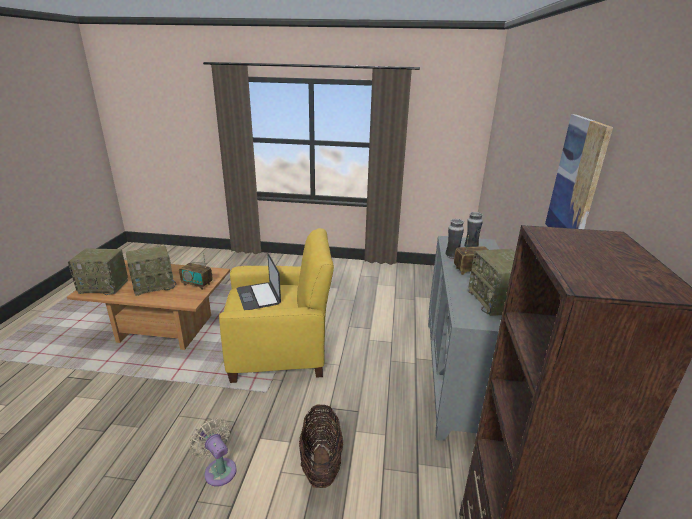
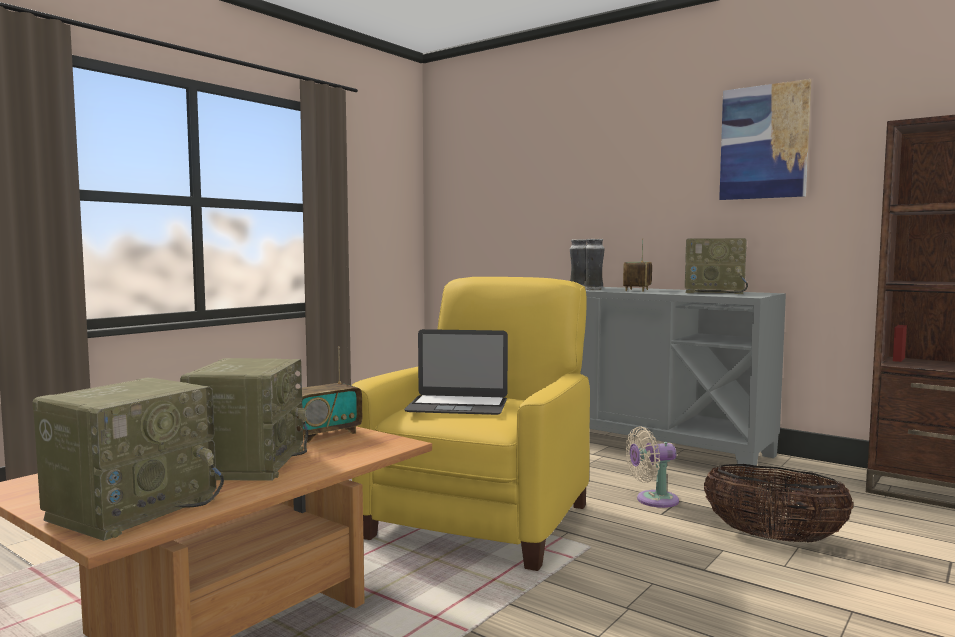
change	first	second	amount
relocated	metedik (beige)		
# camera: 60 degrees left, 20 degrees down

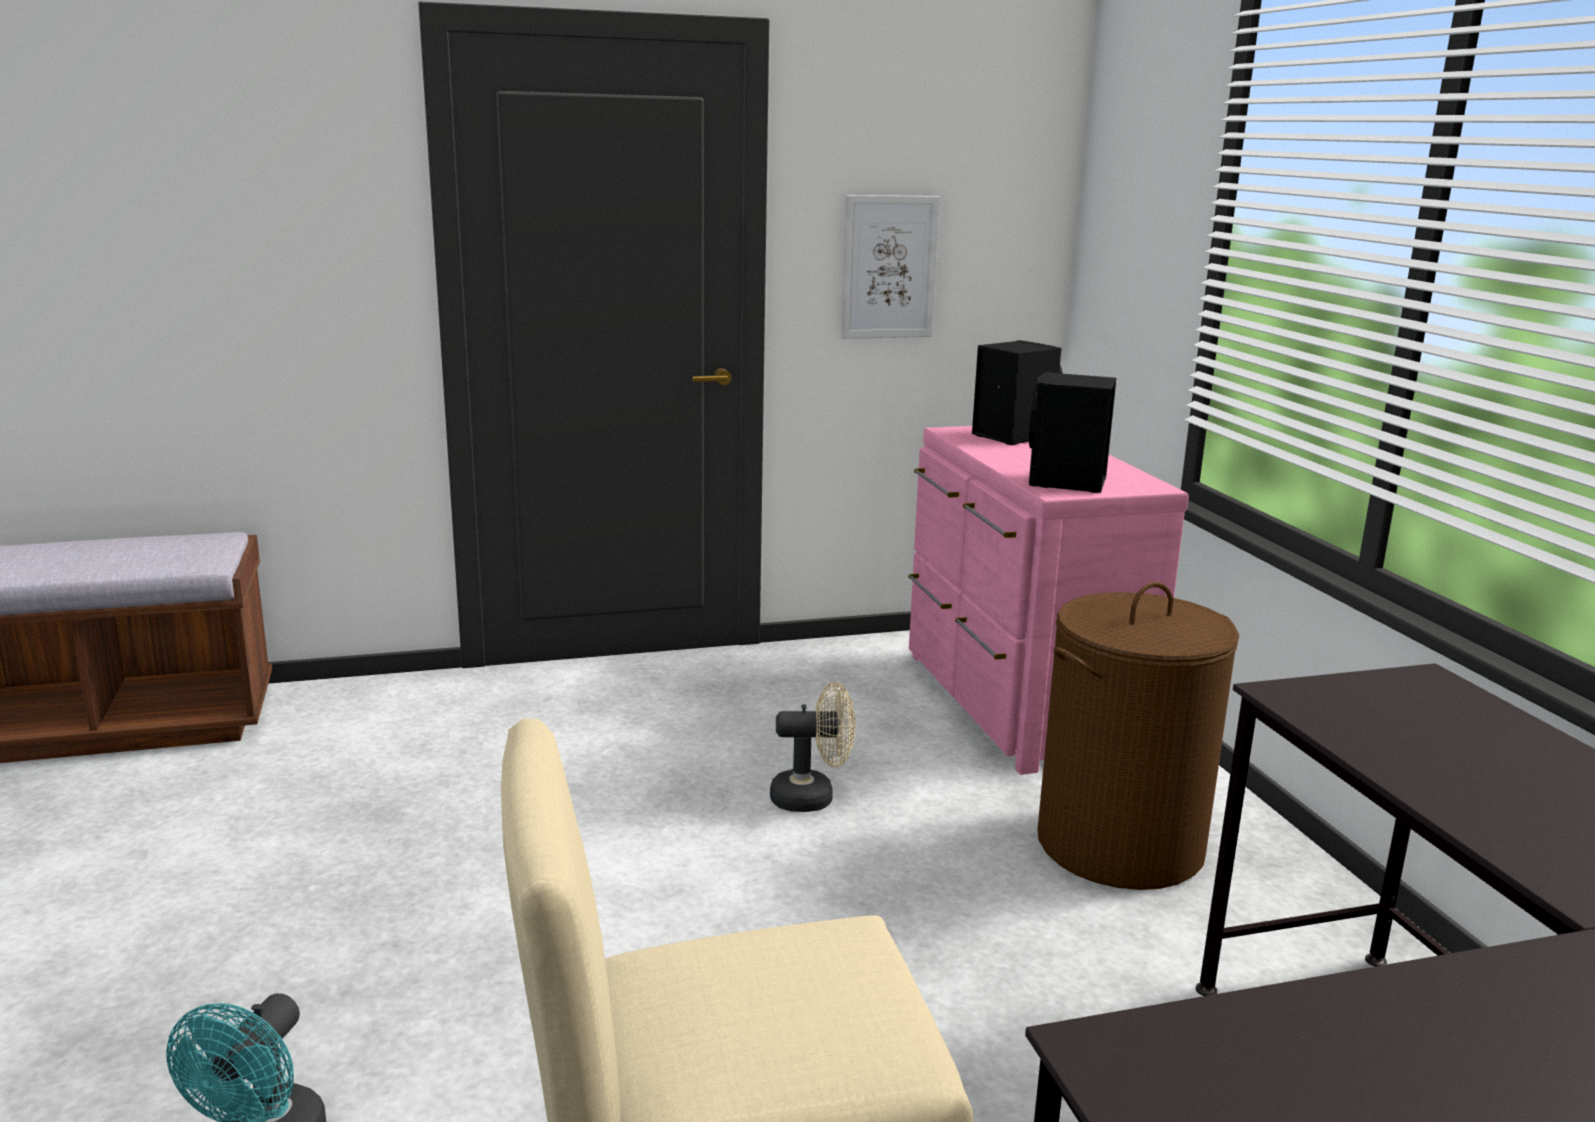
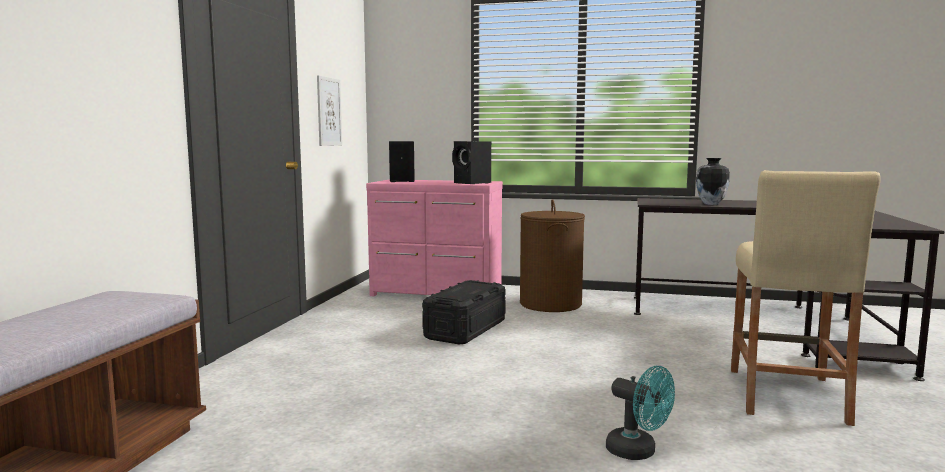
change	first	second	amount
exchanged	metedik (beige)	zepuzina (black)	
appeared		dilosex	
# camera: 60 degrees left, 10 degrees down

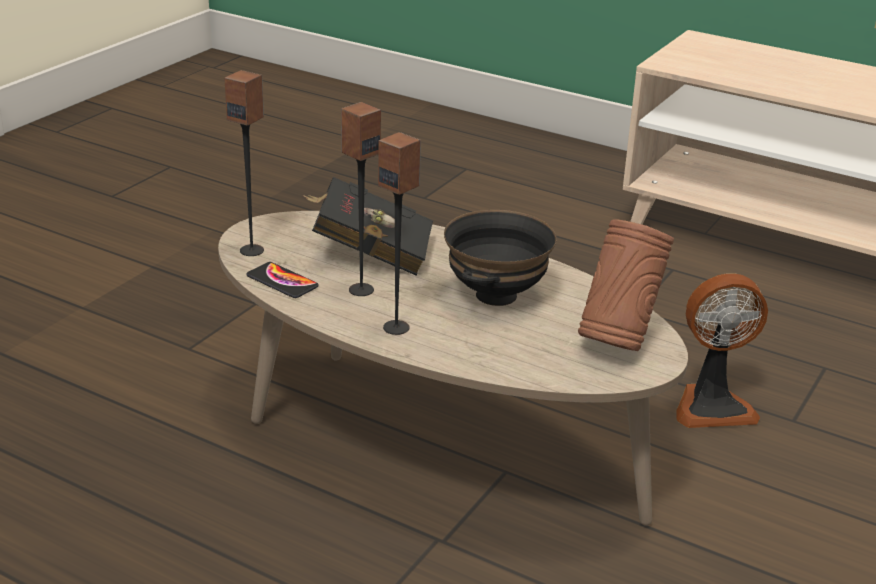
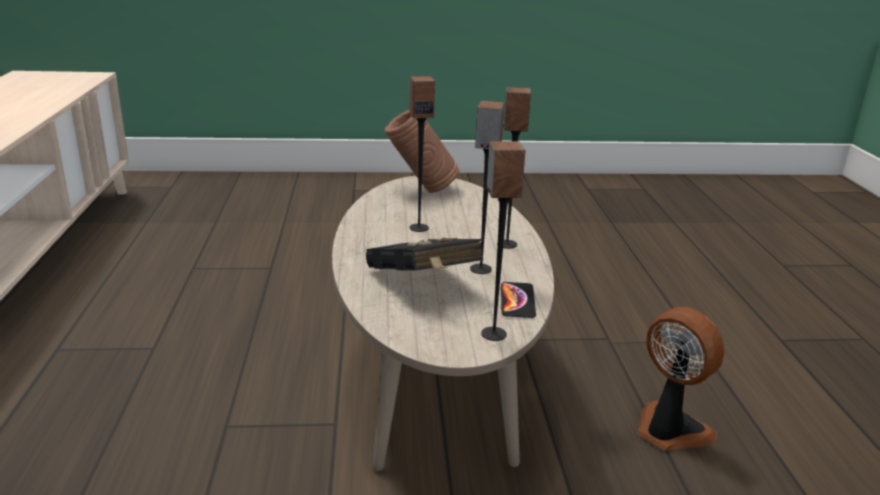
change	first	second	amount
exchanged	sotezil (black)	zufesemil (no. 1 from left)	
relocated	metedik		
# camera: 125 degrees left, 5 degrees down

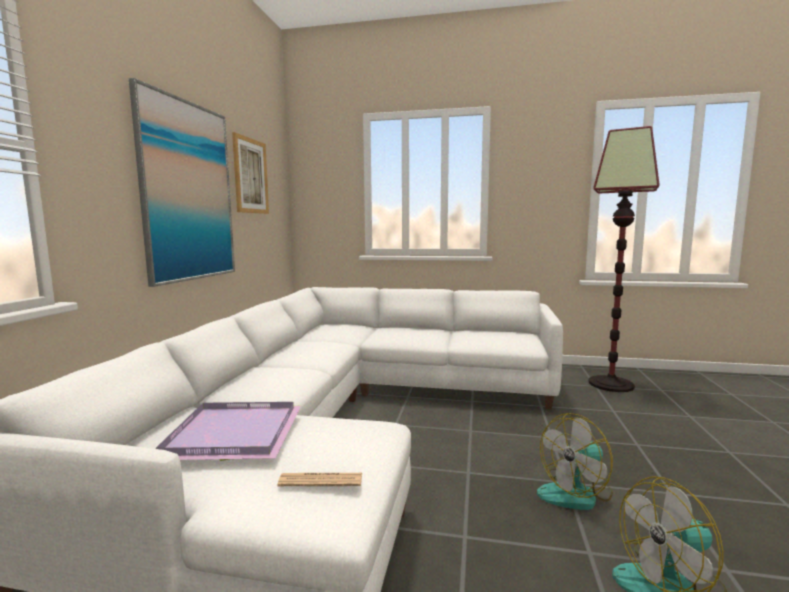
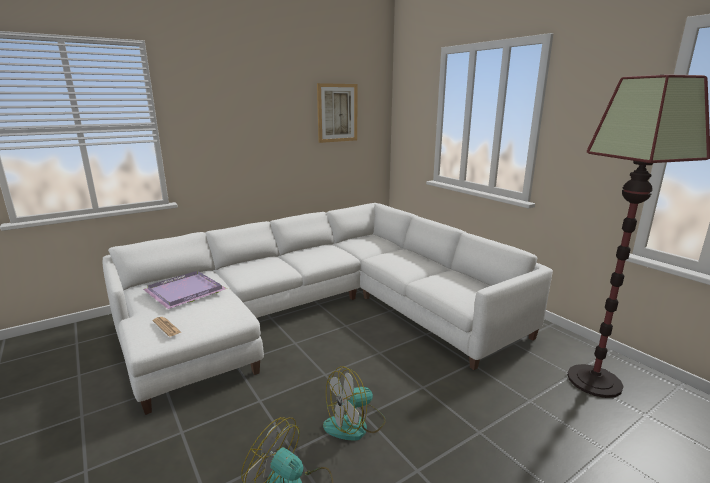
change	first	second	amount
missing	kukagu (no. 1 from left)		
spun	metedik (no. 1 from left in the first image)	metedik (no. 2 from left)	45 degrees counterclockwise
# camera: 45 degrees right, 10 degrees up

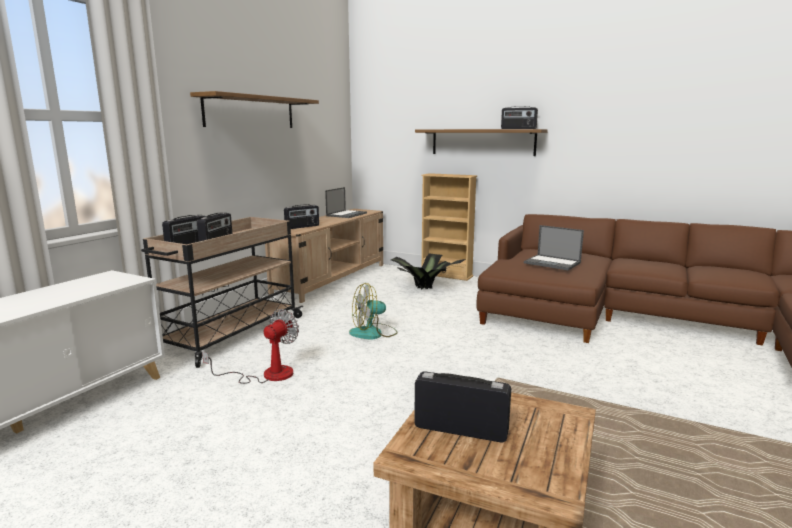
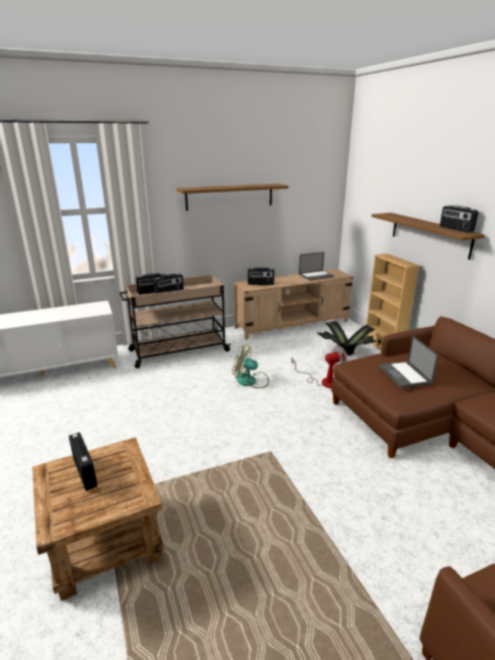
change	first	second	amount
relocated	metedik (no. 1 from left in the first image)	metedik (no. 2 from left)	
# camera: 40 degrees right, 10 degrees up

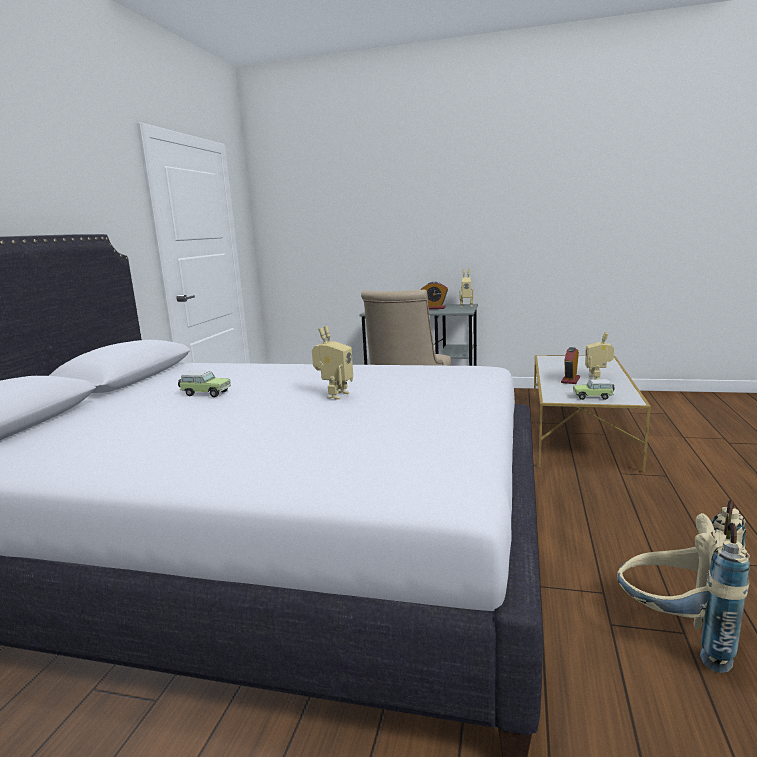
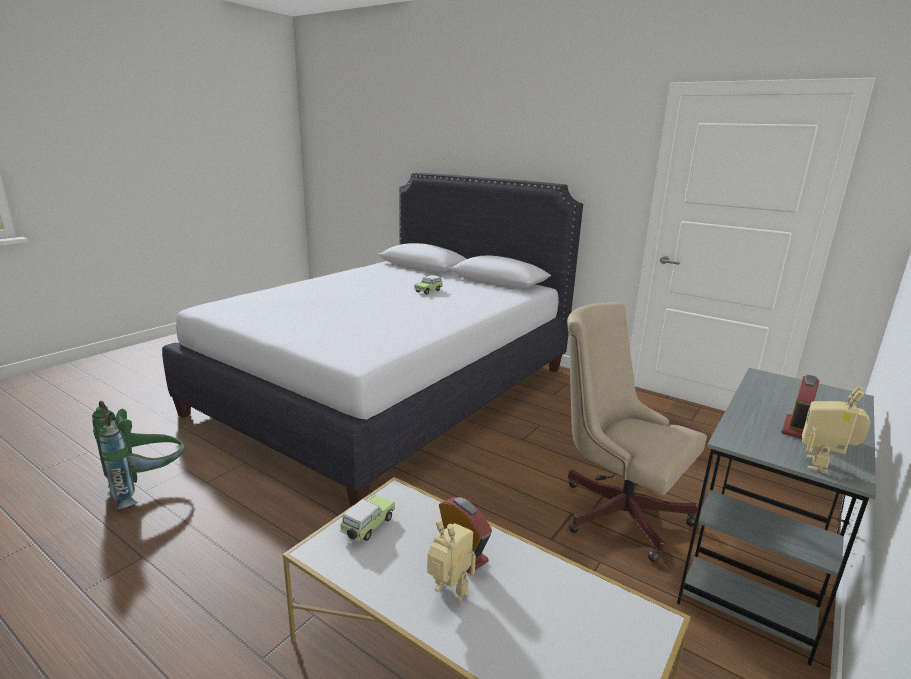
change	first	second	amount
missing	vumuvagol (no. 1 from left)		
colour	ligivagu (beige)	ligivagu (green)	
# camera: 110 degrees right, 5 degrees up

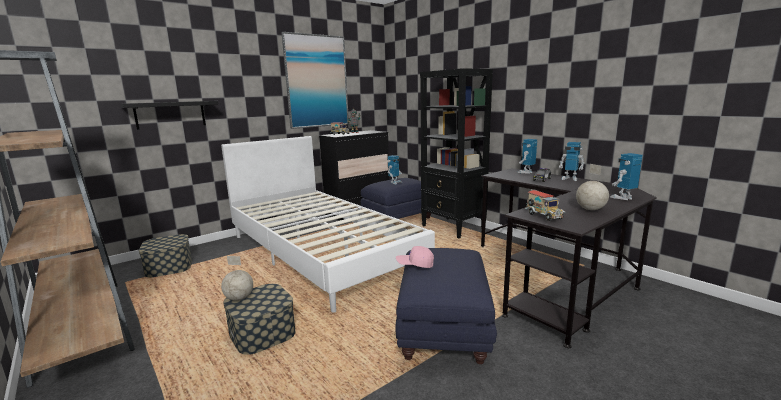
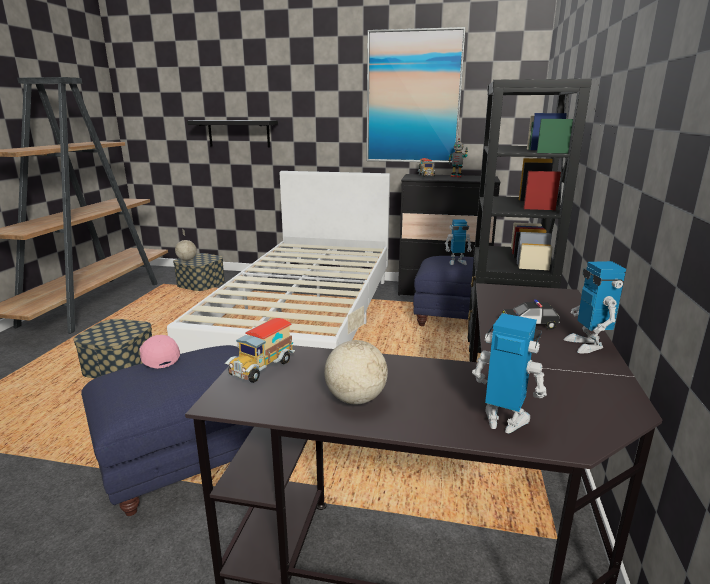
change	first	second	amount
relocated	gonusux (no. 1 from left)		
missing	vumuvagol (no. 3 from left)		
# camera: 50 degrees right, 5 degrees up

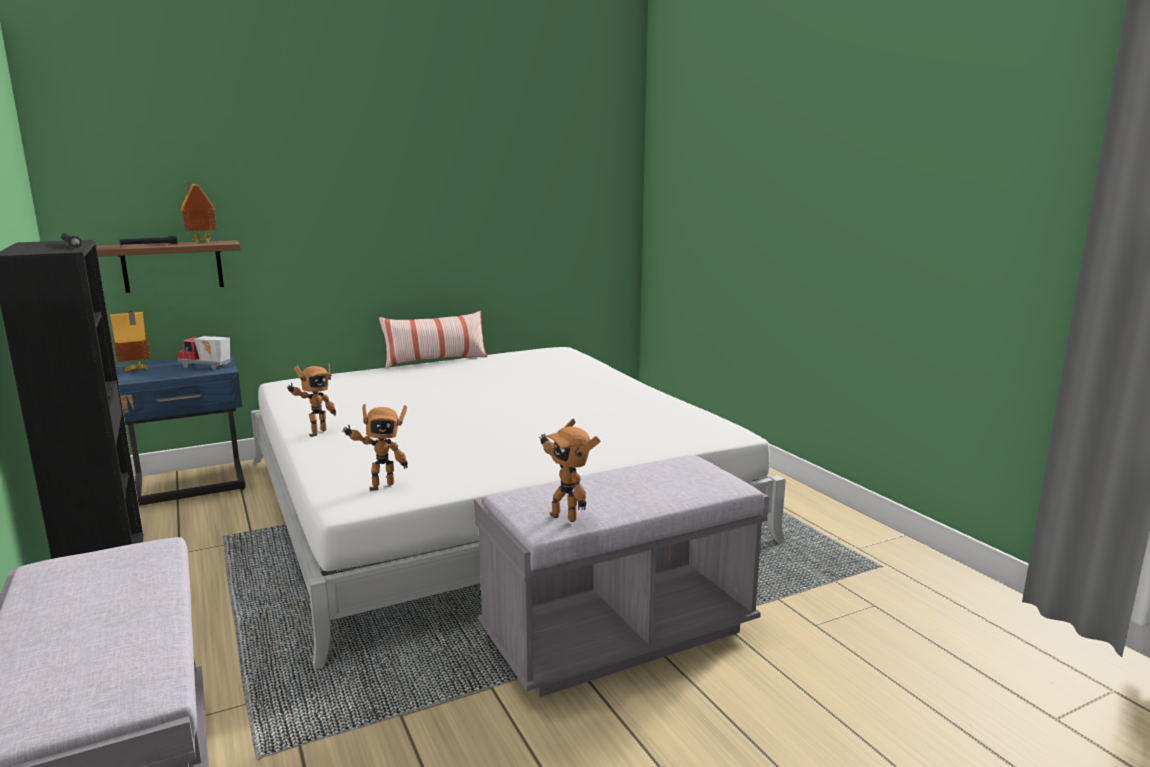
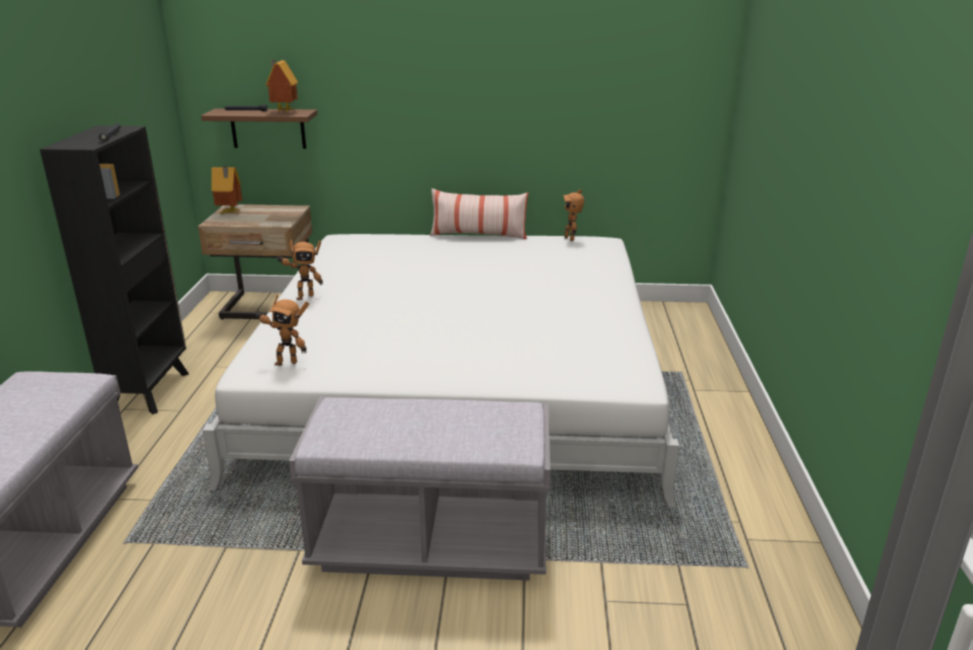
change	first	second	amount
colour	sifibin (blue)	sifibin (beige)	
missing	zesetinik		
relocated	vumuvagol (no. 3 from left)		
# camera: 30 degrees right, 10 degrees up

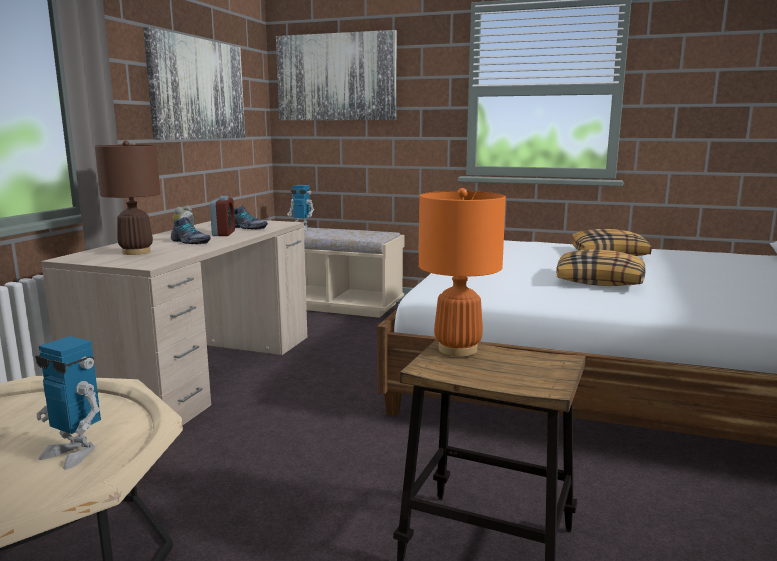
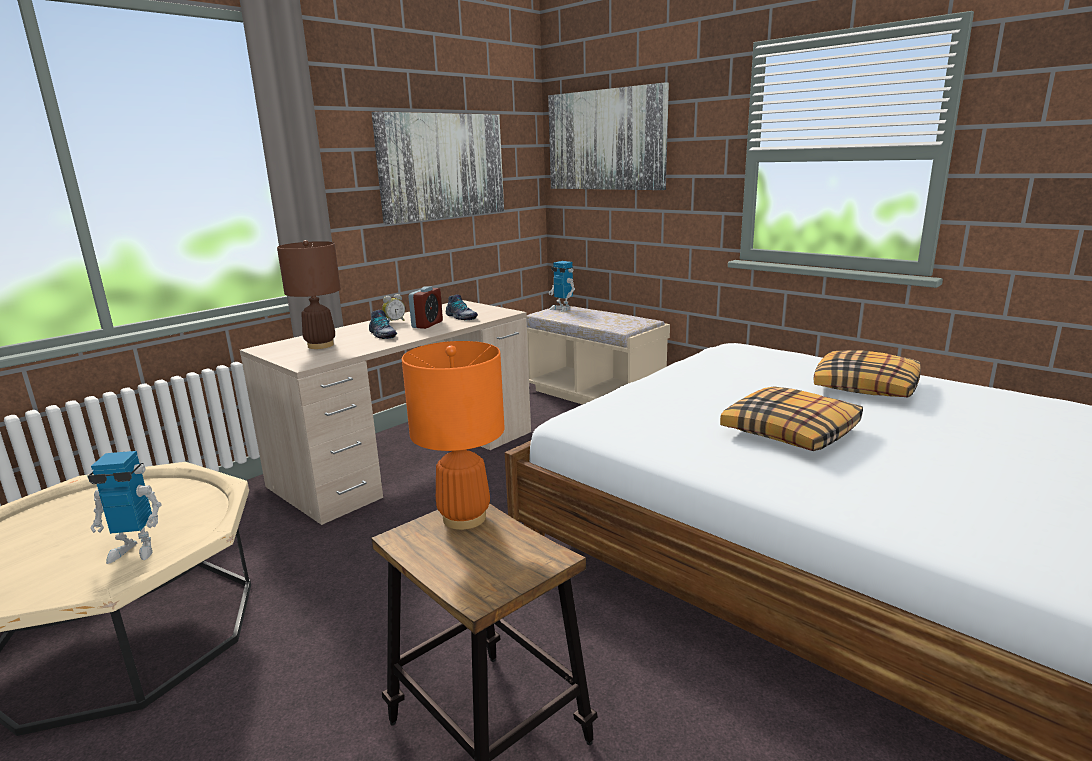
change	first	second	amount
spun	vumuvagol (no. 1 from left)		60 degrees counterclockwise
# camera: 25 degrees right, 5 degrees up

